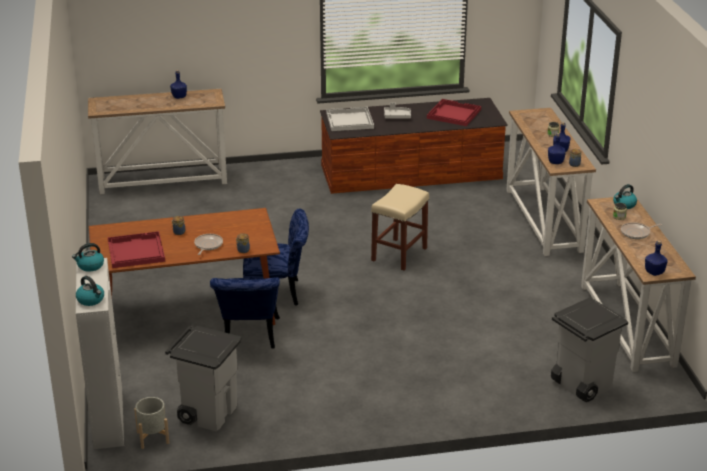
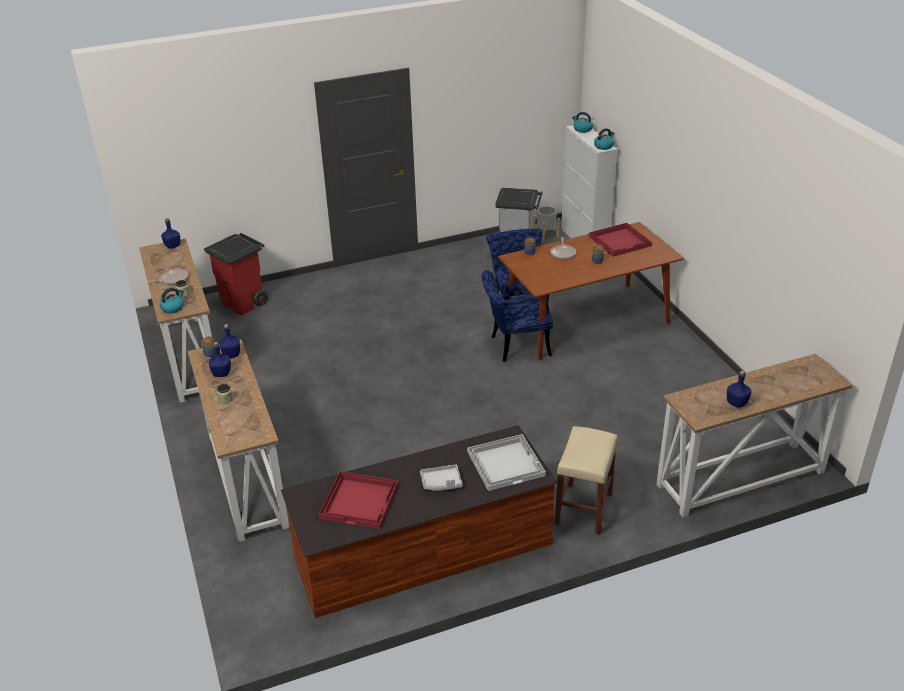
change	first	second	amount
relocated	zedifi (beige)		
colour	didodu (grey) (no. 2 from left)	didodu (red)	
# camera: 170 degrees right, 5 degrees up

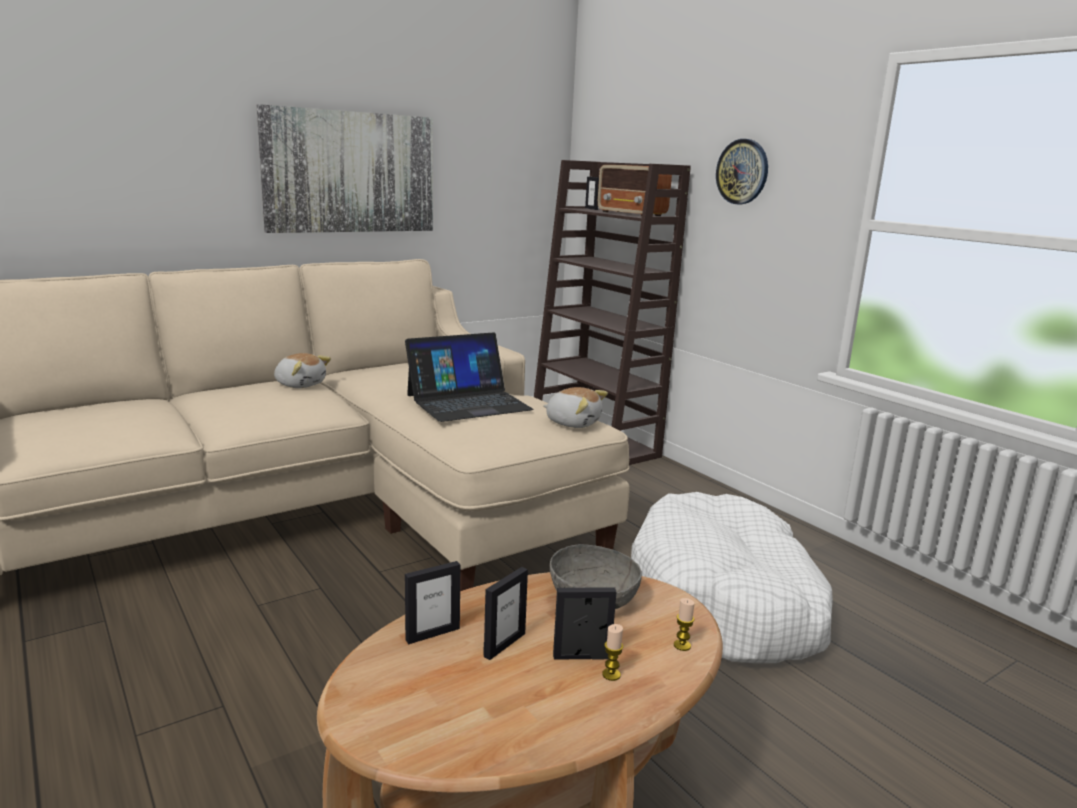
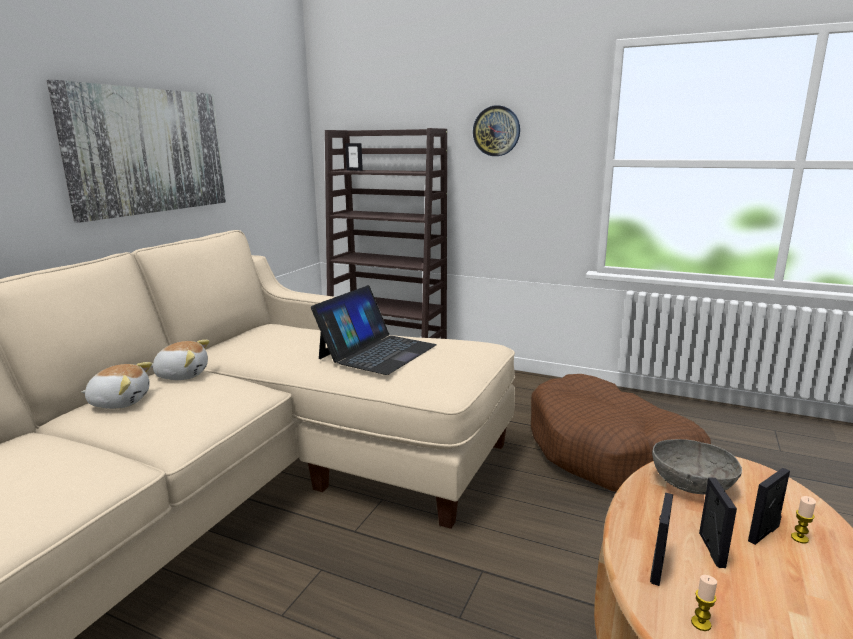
change	first	second	amount
relocated	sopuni (no. 2 from left in the first image)	sopuni (no. 1 from left)	
missing	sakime		
colour	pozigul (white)	pozigul (brown)	
relocated	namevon (no. 2 from left in the first image)	namevon (no. 1 from left)	
# camera: 30 degrees left, 0 degrees up

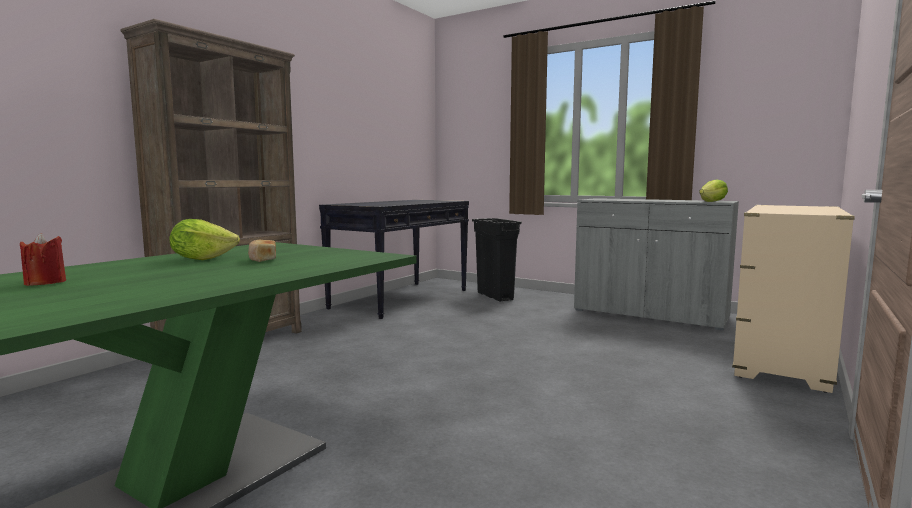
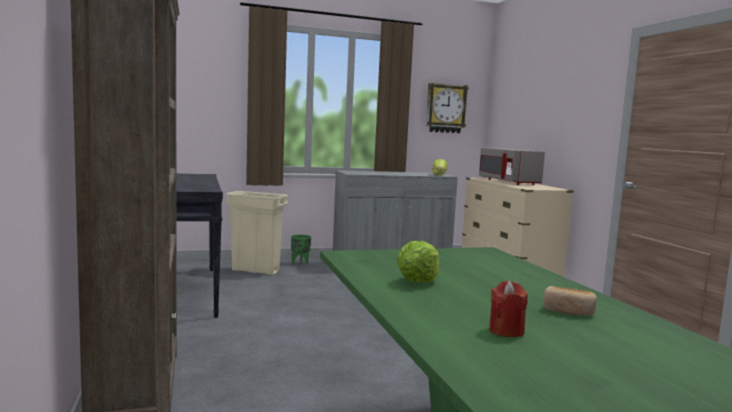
change	first	second	amount
relocated	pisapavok		
colour	didodu (black)	didodu (beige)	
appeared		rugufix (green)	
appeared		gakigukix	
appeared		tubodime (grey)	
# camera: 50 degrees left, 0 degrees up

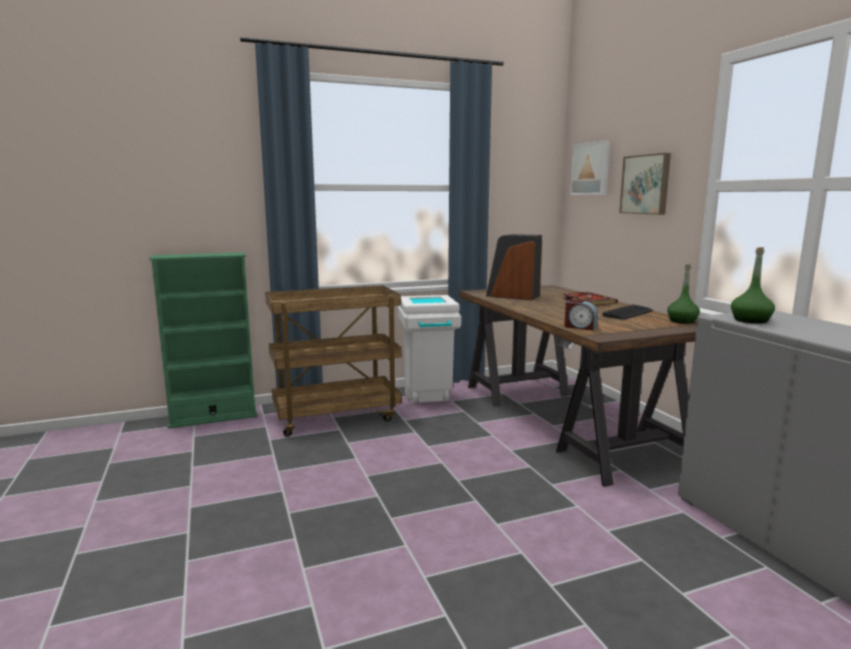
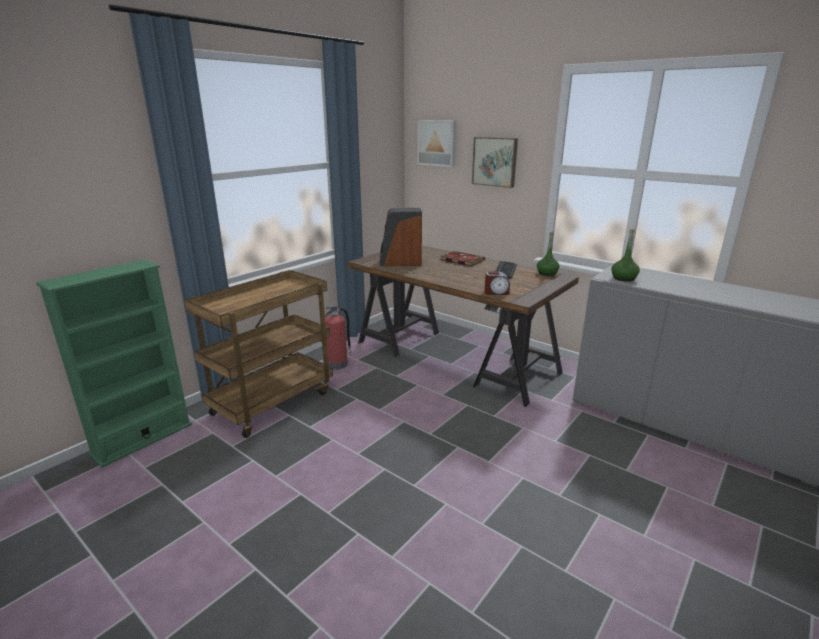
change	first	second	amount
exchanged	didodu (white)	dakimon	
# camera: 30 degrees left, 10 degrees up

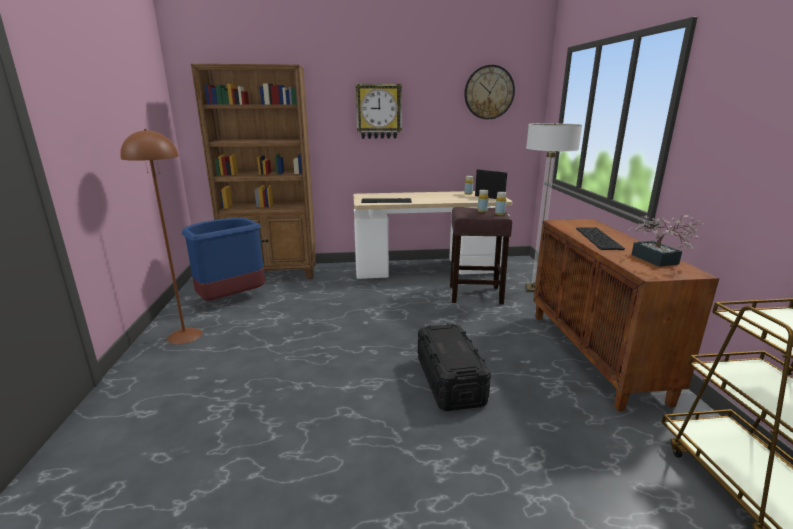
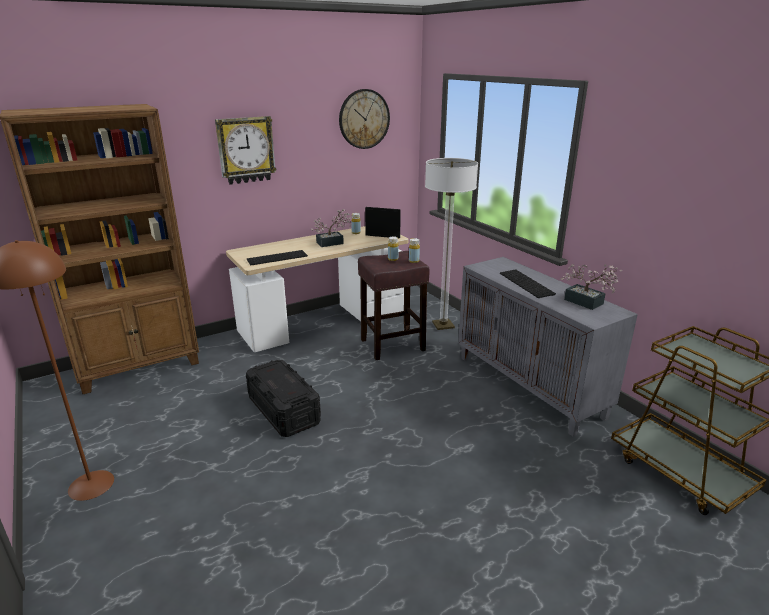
change	first	second	amount
missing	didodu (blue)		
relocated	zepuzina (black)		
colour	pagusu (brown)	pagusu (grey)	
appeared		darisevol (no. 1 from left)	
# camera: 25 degrees left, 5 degrees up

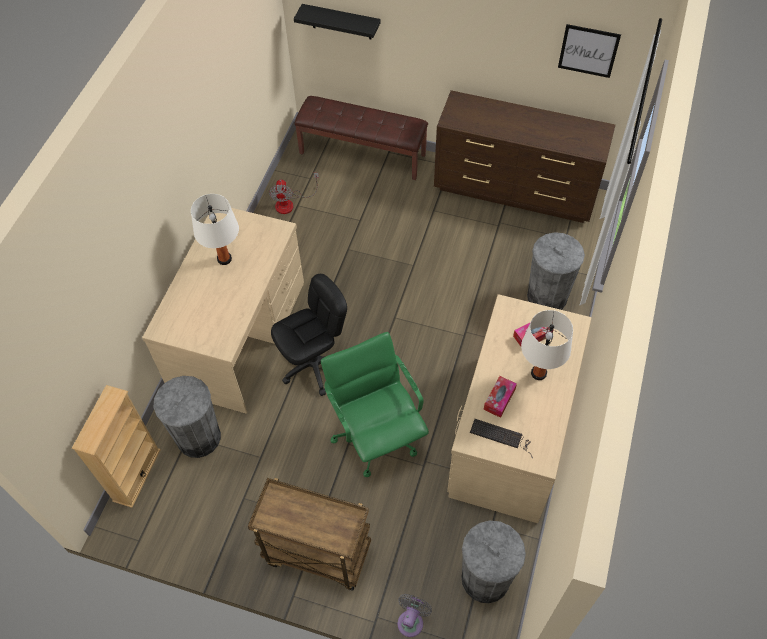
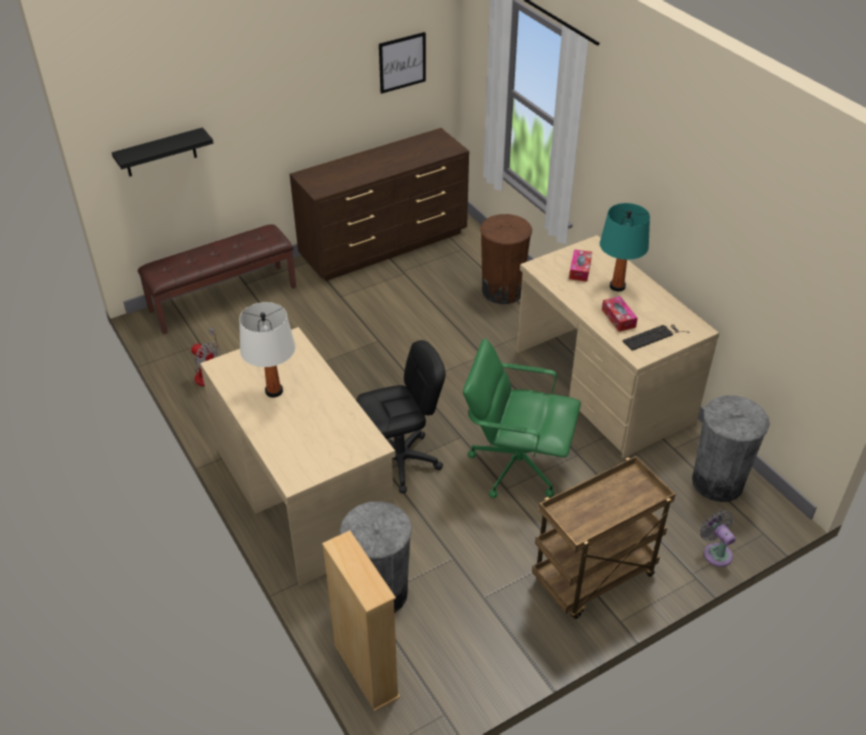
change	first	second	amount
spun	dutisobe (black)		60 degrees clockwise
colour	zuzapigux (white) (no. 2 from left)	zuzapigux (turquoise)	
colour	didodu (grey) (no. 3 from left)	didodu (brown)	
# camera: 50 degrees left, 15 degrees down

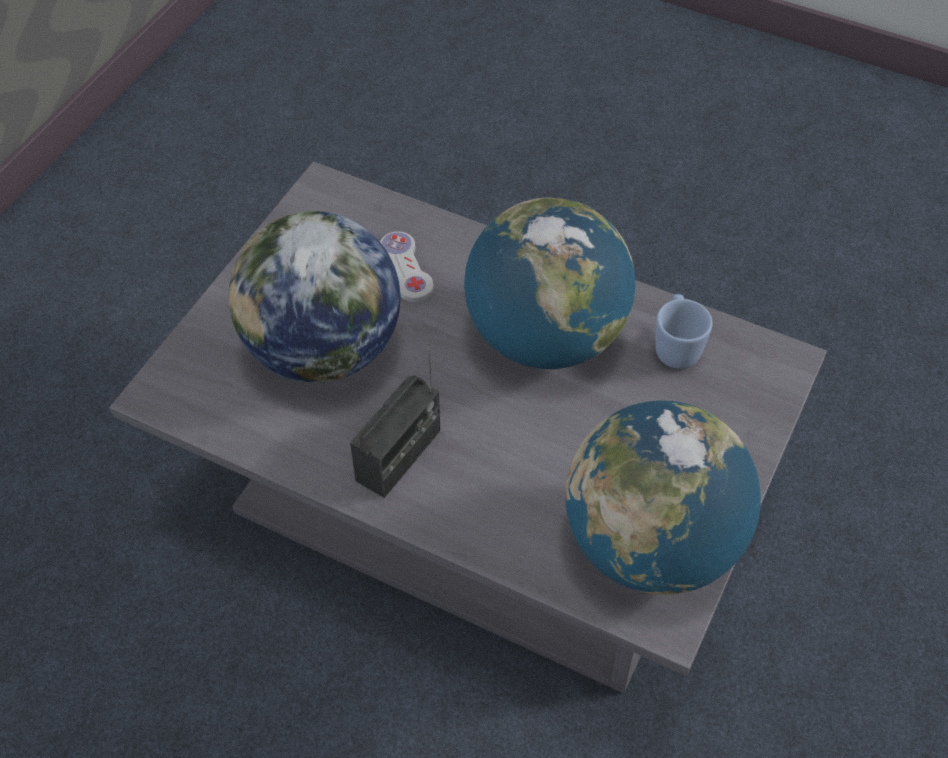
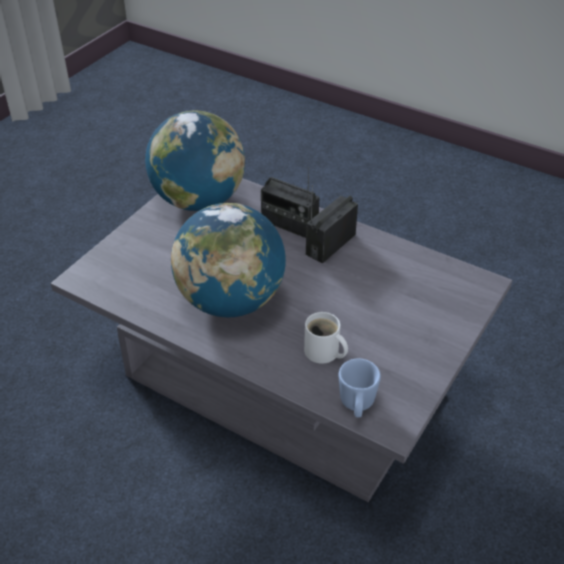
change	first	second	amount
missing	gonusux (no. 1 from left)		
exchanged	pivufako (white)	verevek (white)	
relocated	verevek (blue)		
appeared		sakime (no. 1 from left)	
# camera: 175 degrees left, 10 degrees down

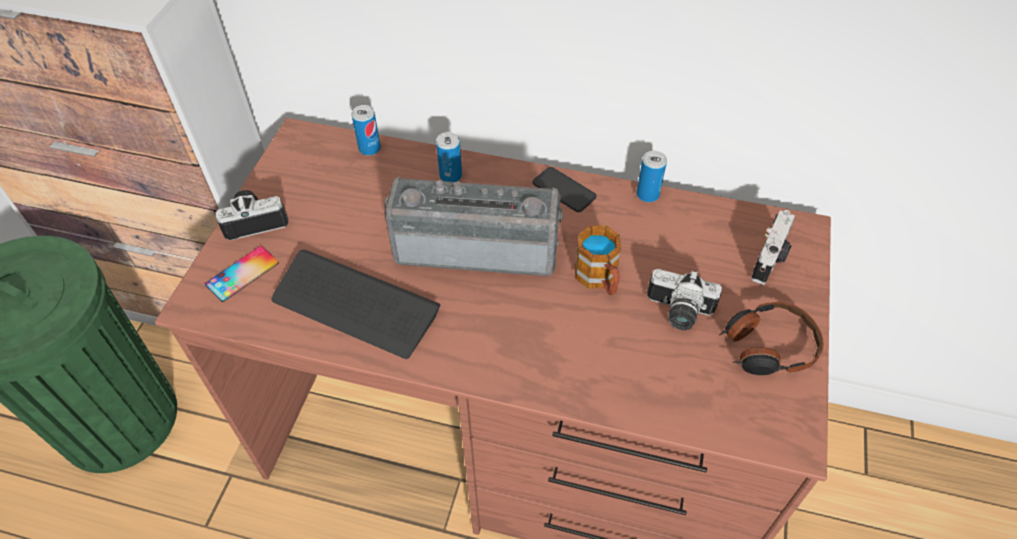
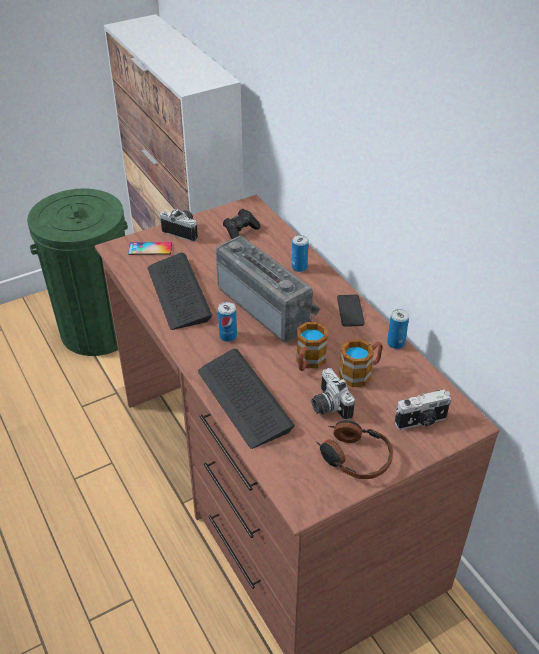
change	first	second	amount
relocated	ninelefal (no. 1 from left)		
appeared		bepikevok (no. 2 from left)	
appeared		pivufako (black)	
appeared		verevek (no. 2 from left)	
# camera: 45 degrees right, 10 degrees down

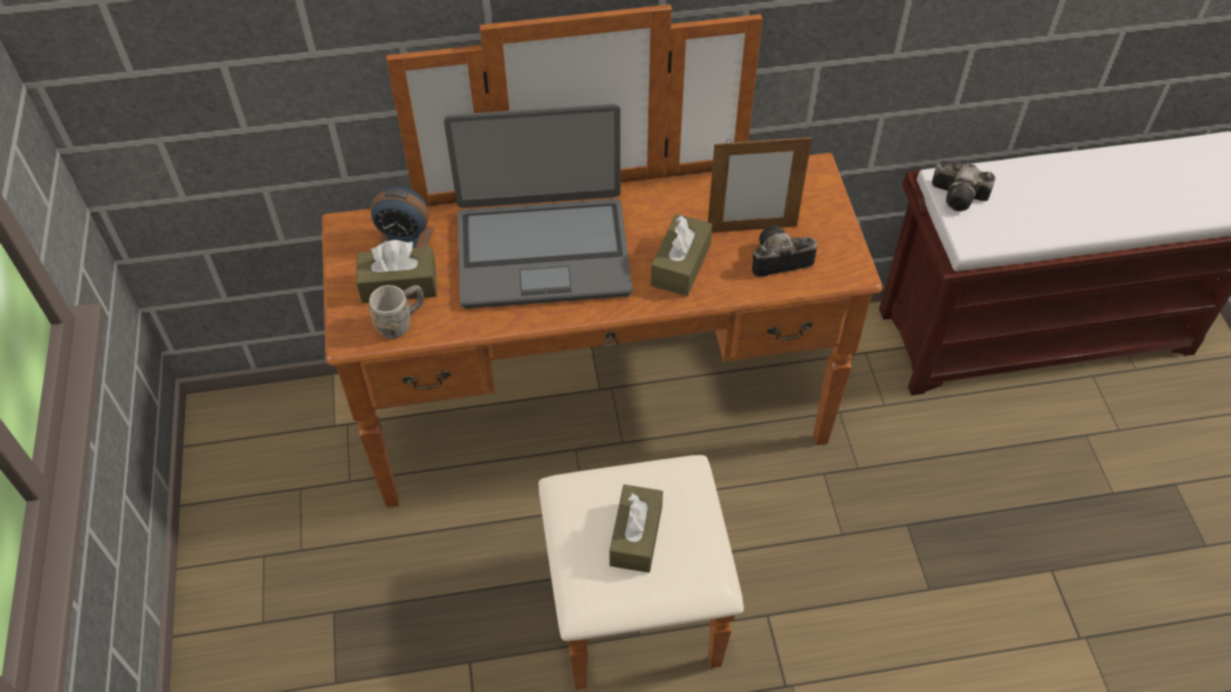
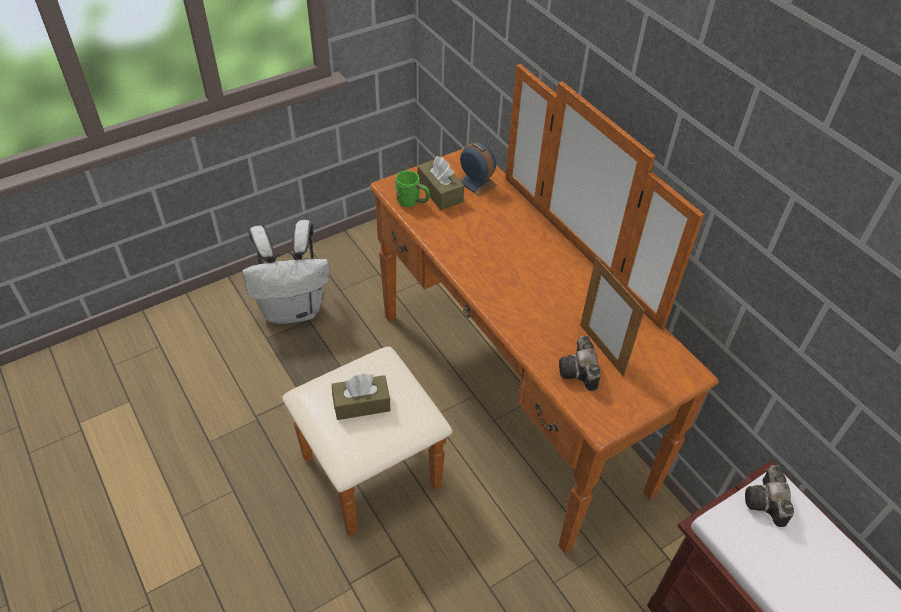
change	first	second	amount
colour	verevek (grey)	verevek (green)	
spun	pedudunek		150 degrees clockwise
missing	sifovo		
missing	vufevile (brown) (no. 3 from left)		
spun	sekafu (no. 1 from left)		150 degrees counterclockwise
appeared		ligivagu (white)	
# camera: 65 degrees right, 5 degrees down

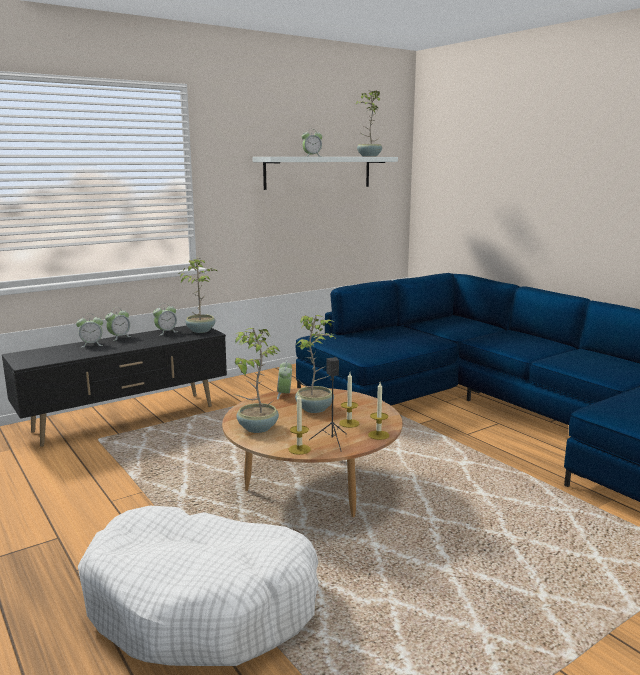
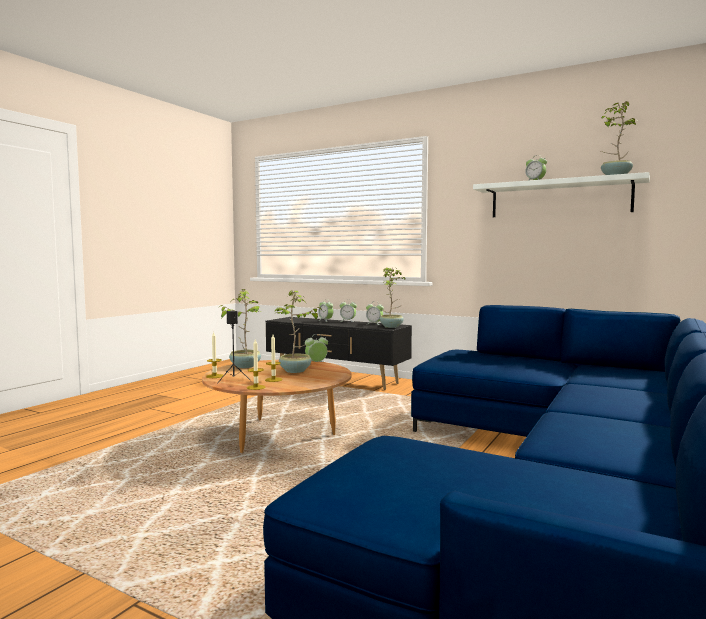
change	first	second	amount
missing	pozigul (white)		
# camera: 65 degrees right, 10 degrees down

